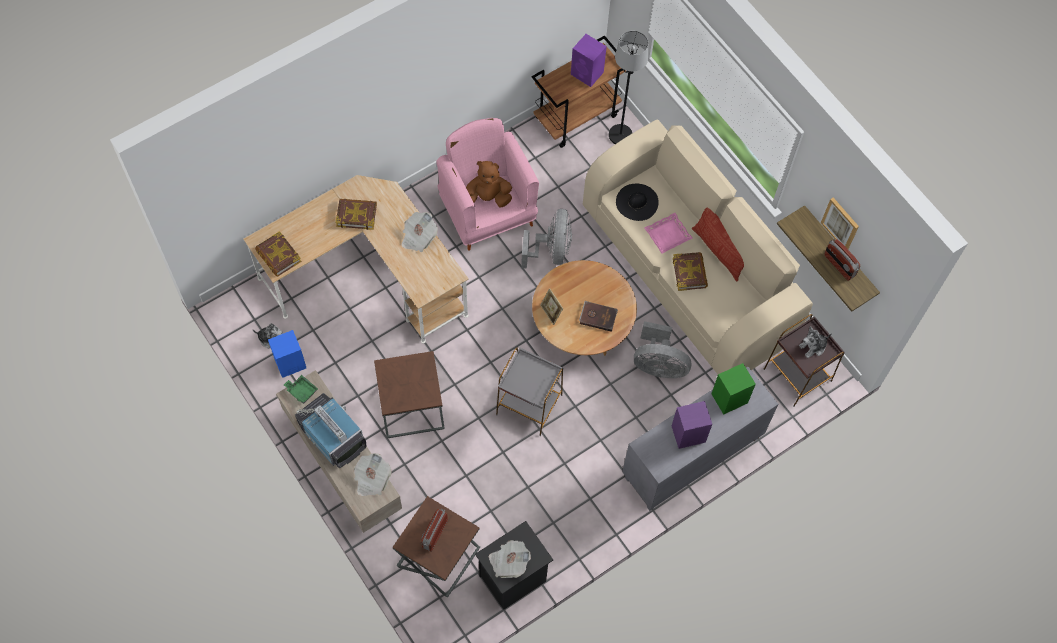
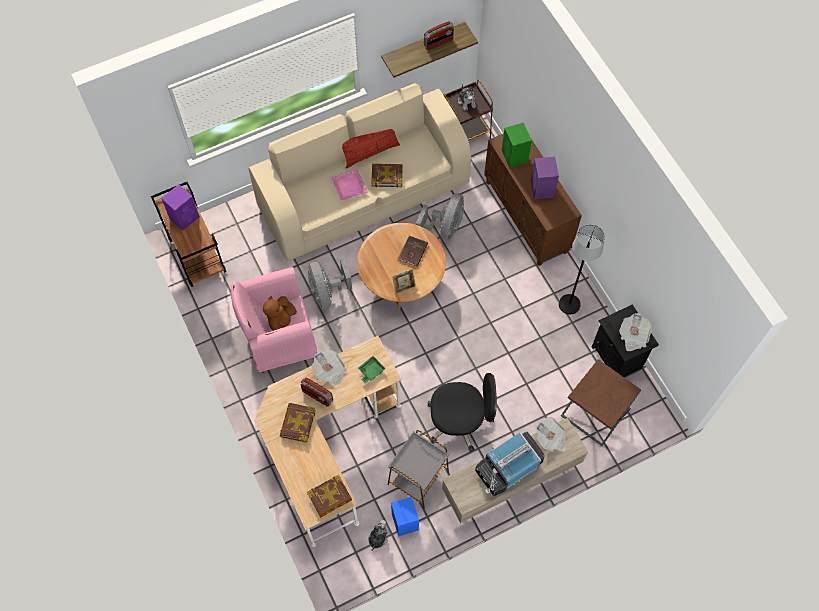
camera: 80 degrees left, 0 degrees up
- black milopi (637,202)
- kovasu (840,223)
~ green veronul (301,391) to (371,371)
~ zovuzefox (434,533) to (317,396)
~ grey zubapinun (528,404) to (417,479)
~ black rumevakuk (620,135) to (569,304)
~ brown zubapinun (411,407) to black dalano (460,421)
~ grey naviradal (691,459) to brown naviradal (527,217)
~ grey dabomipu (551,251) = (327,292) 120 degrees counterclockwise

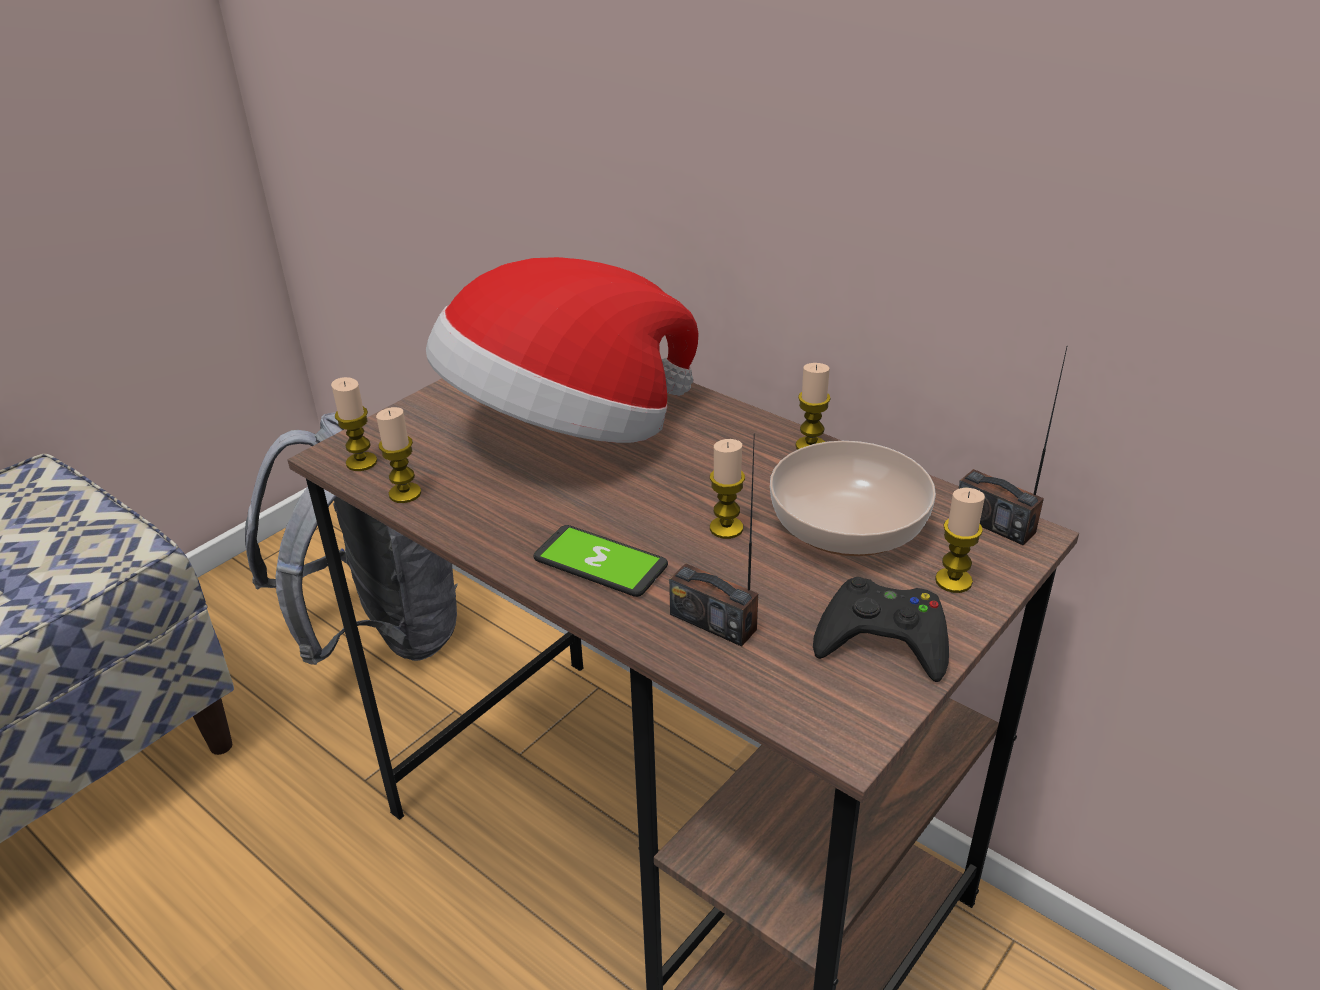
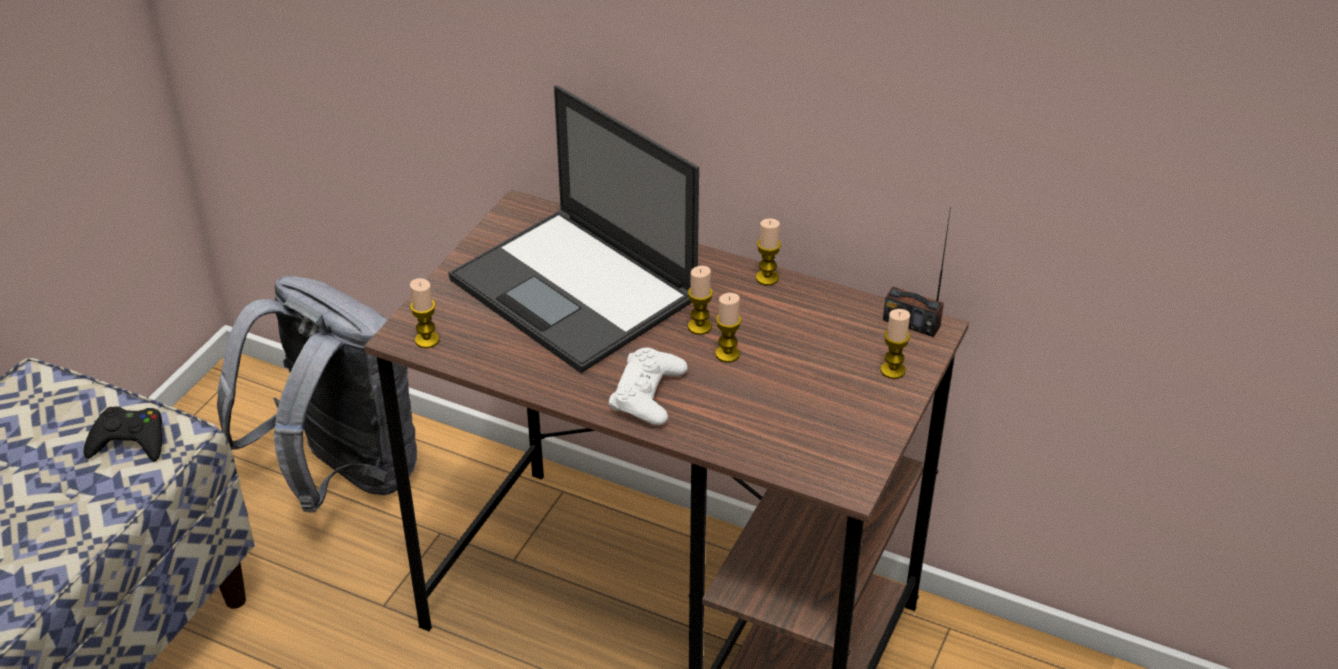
camera: 15 degrees left, 5 degrees up
- zovuzefox (713,621)
- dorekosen (849,527)
~ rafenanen (405,493) to (699,327)
~ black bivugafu (883,639) to (129,441)
~ milopi (567,431) to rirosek (576,290)
~ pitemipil (600,562) to white bivugafu (648,394)

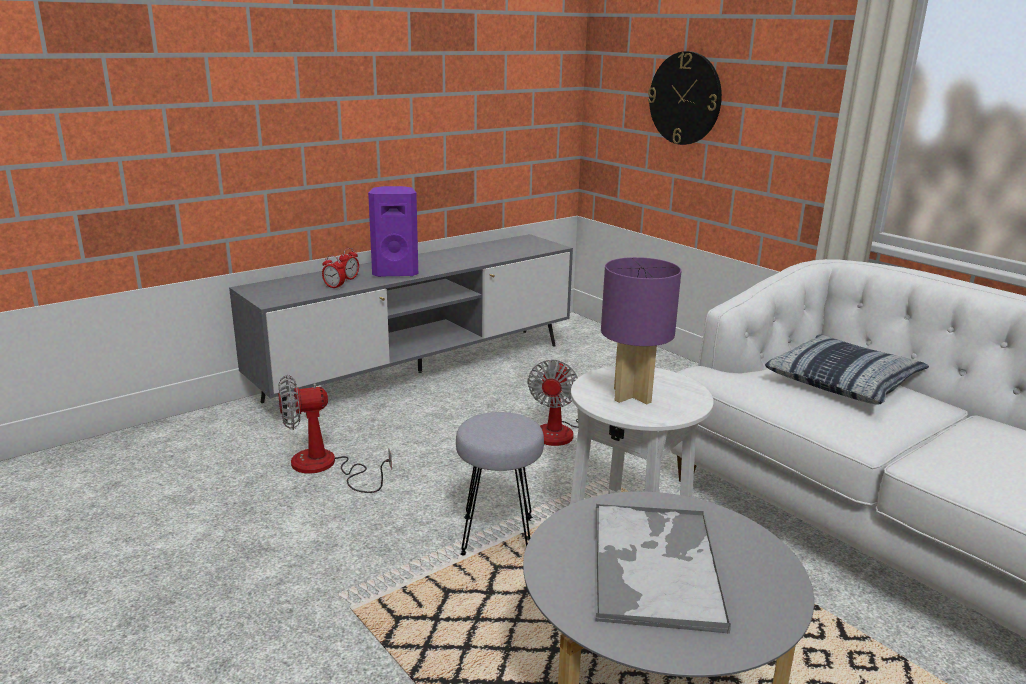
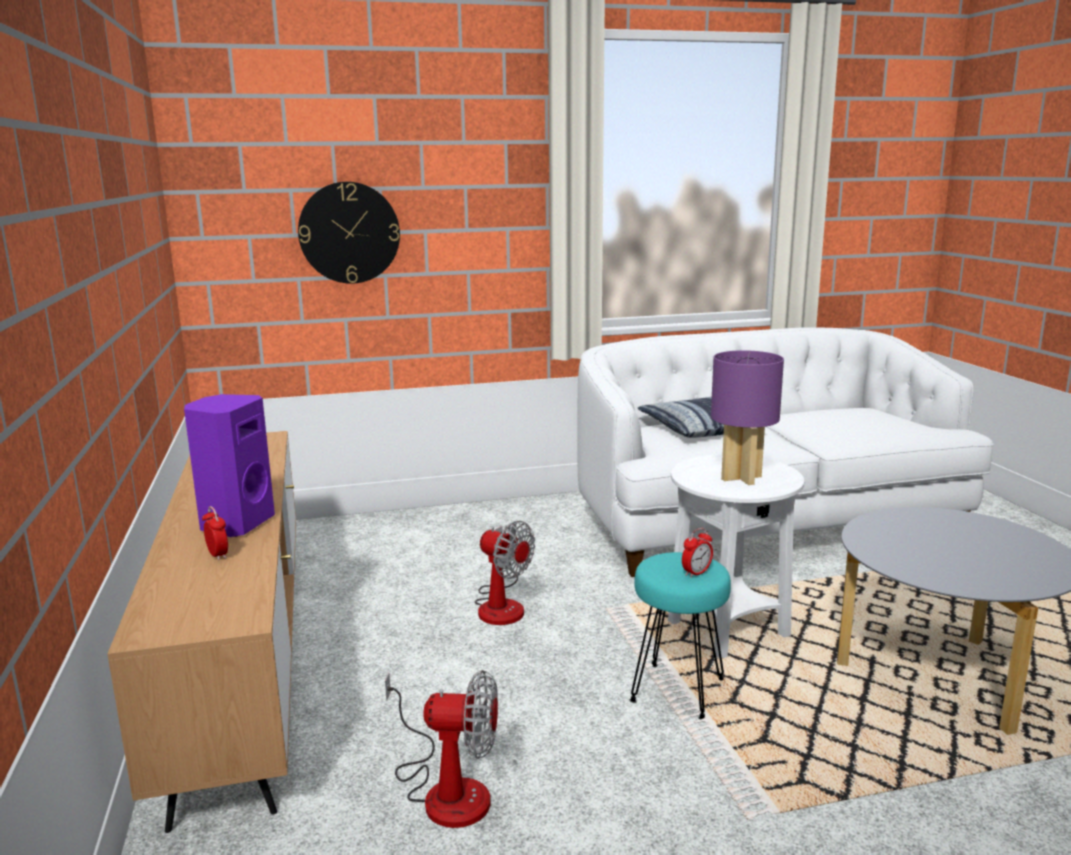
camera: 65 degrees left, 5 degrees down
- veronul (654,564)
~ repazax (334,287) to (696,573)
~ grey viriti (420,372) to brown viriti (244,662)
~ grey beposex (499,537) to turquoise beposex (678,690)
~ dabomipu (325,467) = (446,789) 90 degrees counterclockwise

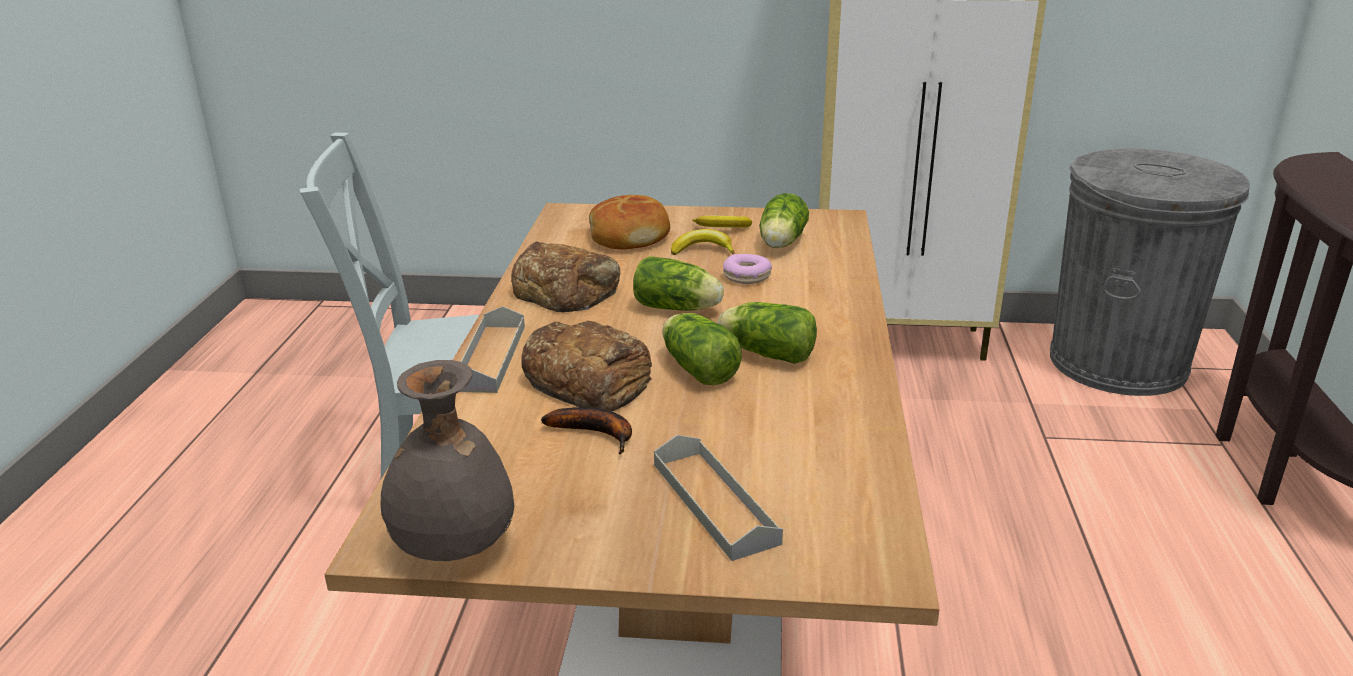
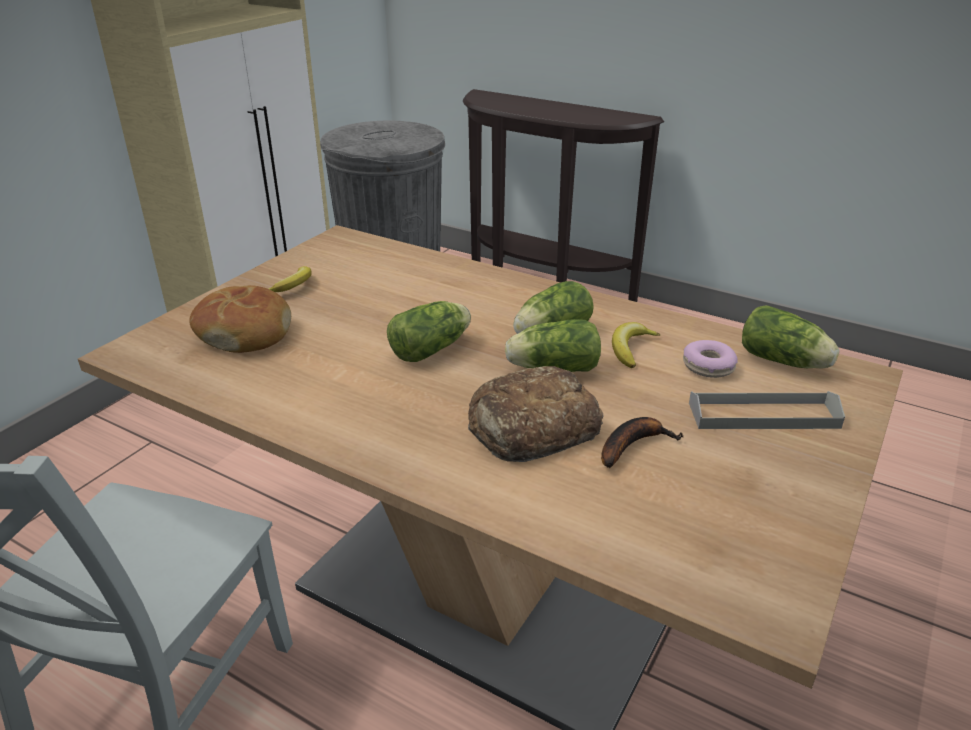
camera: 65 degrees left, 5 degrees up
- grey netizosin (454,549)
- grey veronul (490,357)
- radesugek (566,289)
~ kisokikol (703,250) to (630,349)
~ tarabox (747,276) to (708,366)
~ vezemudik (781,244) to (785,362)

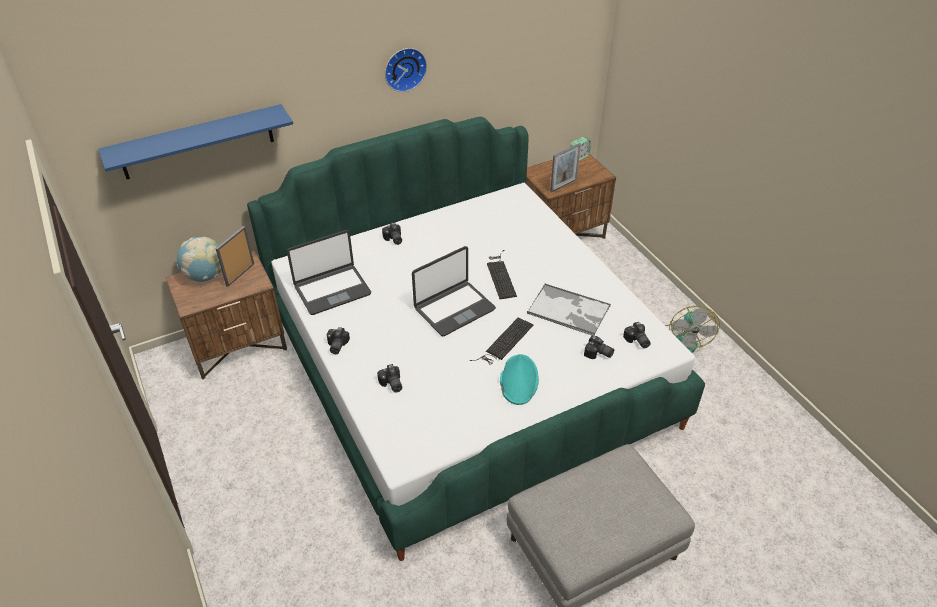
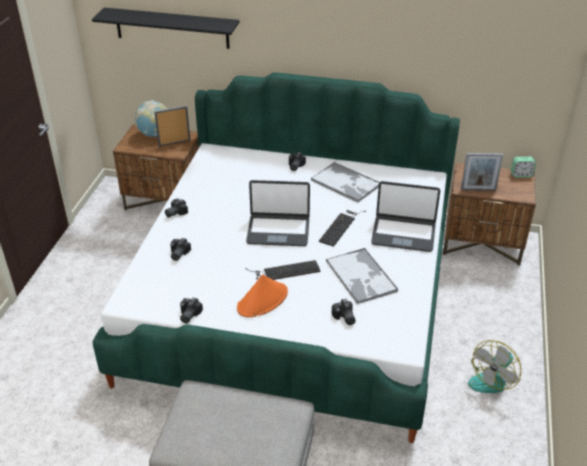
camera: 40 degrees right, 5 degrees down
- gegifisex (404,68)
+ veronul (346,183)
~ rirosek (332,290) to (403,234)
~ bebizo (637,341) to (188,315)
~ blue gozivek (197,142) to black gozivek (172,28)
~ turquoise milopi (518,380) to orange milopi (263,300)

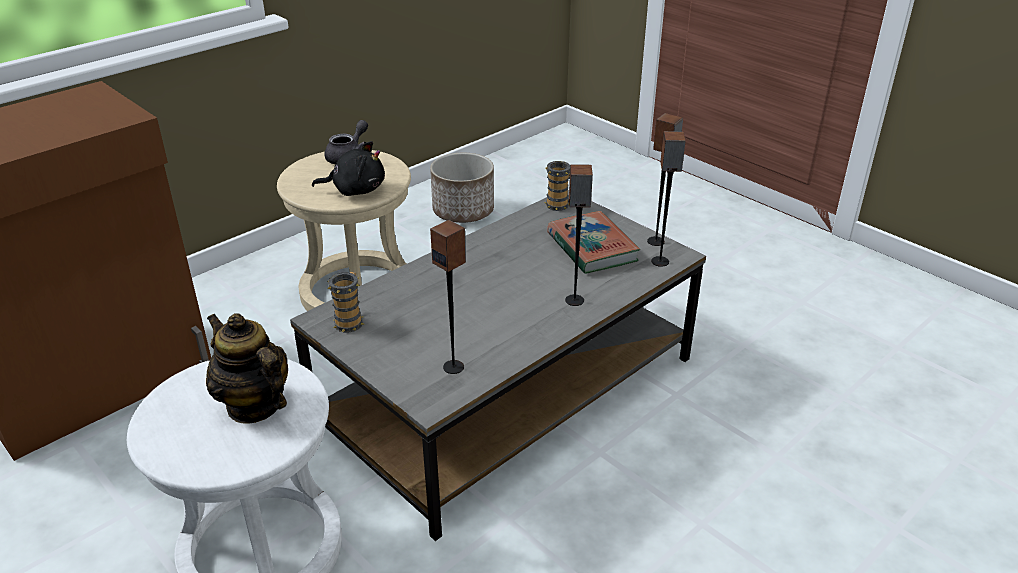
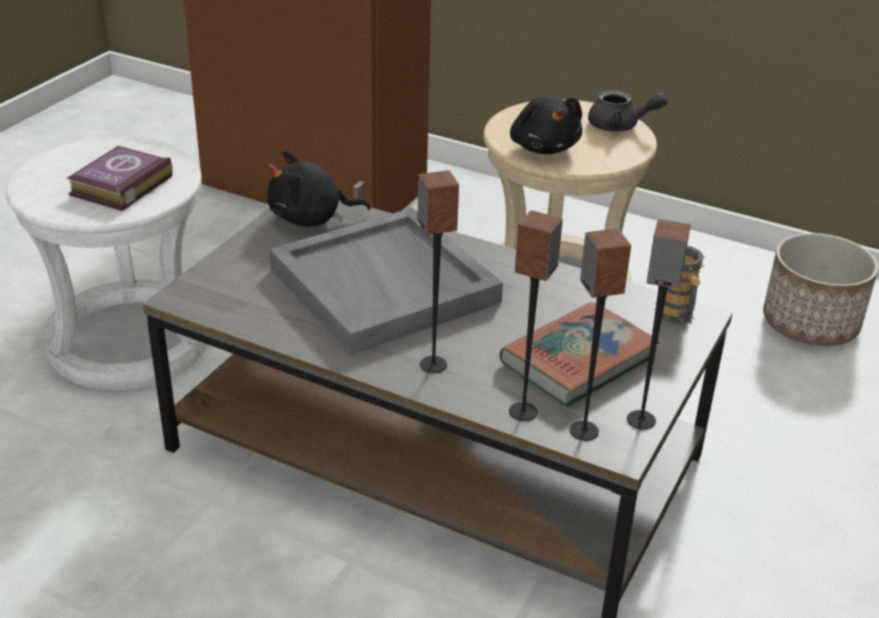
camera: 70 degrees right, 0 degrees up
+ grey veronul (386,286)
~ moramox (454,367) to (523,412)
~ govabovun (254,405) to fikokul (118,186)
~ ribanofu (350,320) to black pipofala (311,218)

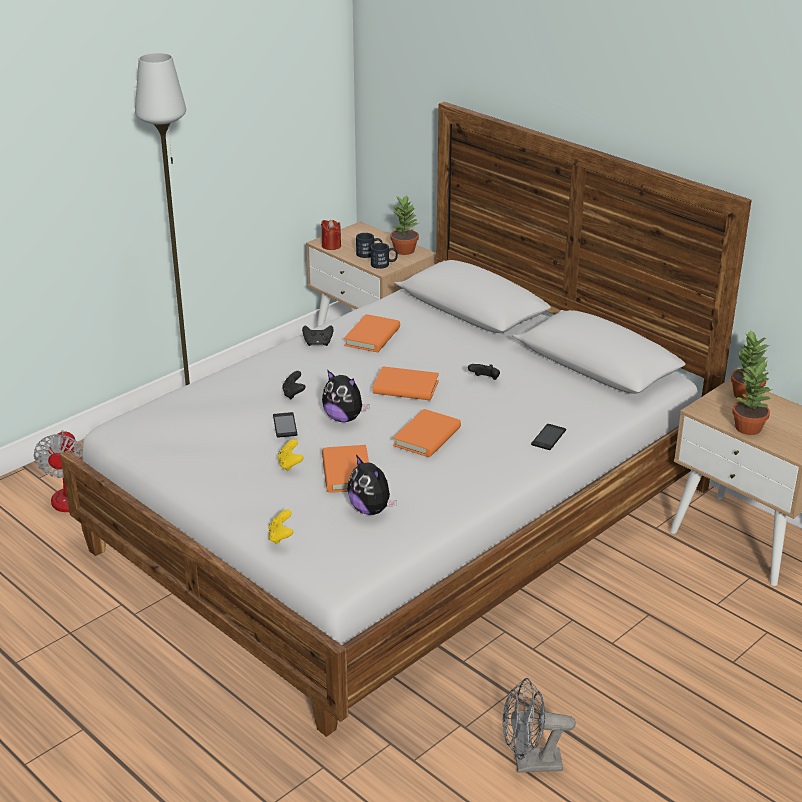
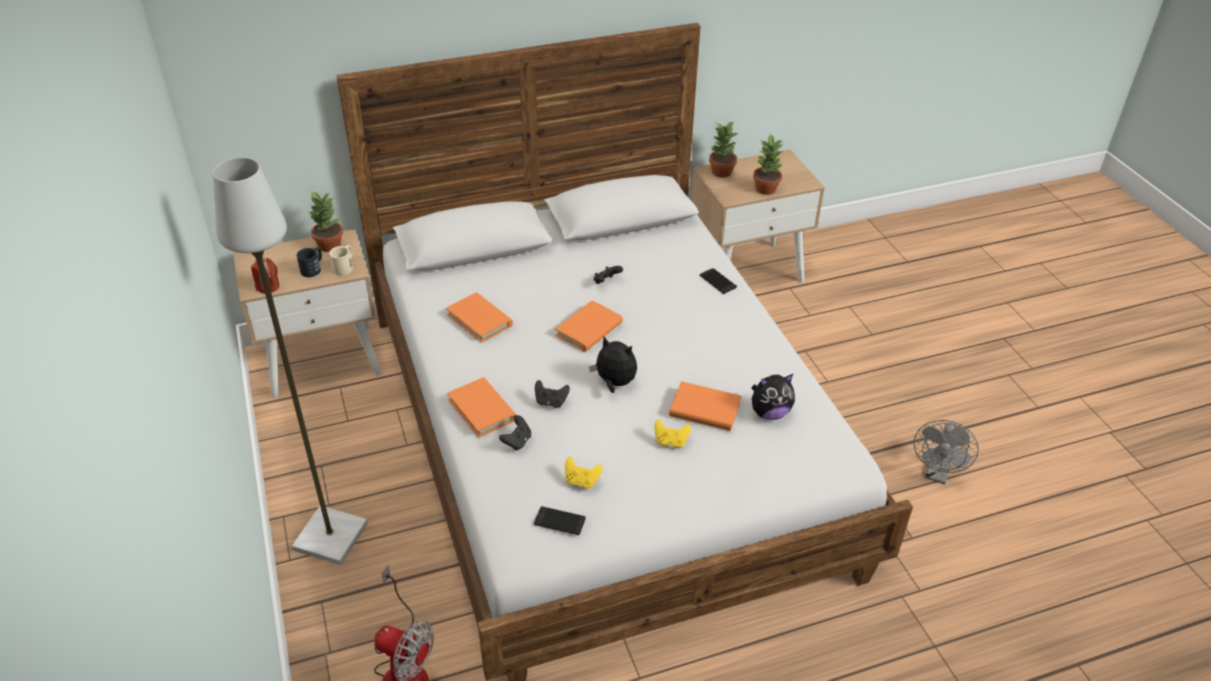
camera: 65 degrees left, 10 degrees up
~ yellow bivugafu (281,537) to (581,481)
~ pitemipil (285,425) to (559,521)
~ black bivugafu (318,343) to (517,441)
~ orange fikokul (427,437) to (482,410)
~ black ribanofu (384,264) to beige ribanofu (345,266)
~ pipofala (344,418) = (614,383) 120 degrees counterclockwise

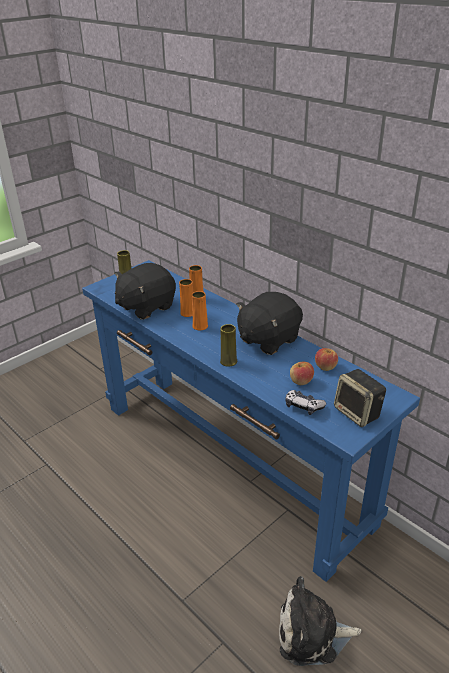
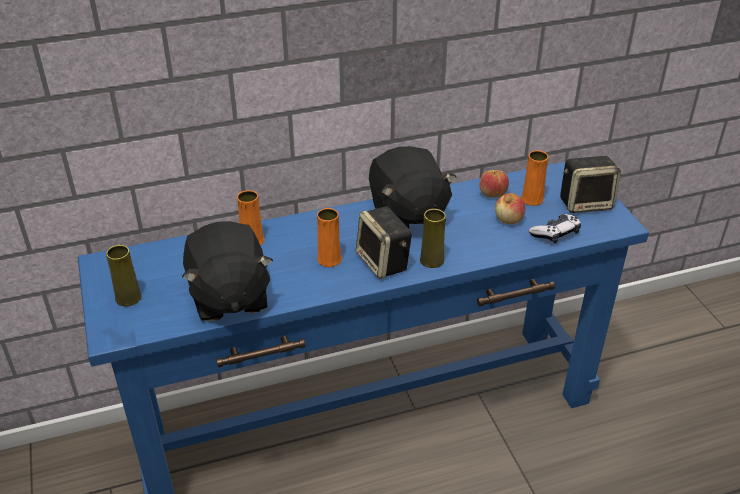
camera: 65 degrees left, 5 degrees up
- pipofala (312,634)
+ moramox (384,262)
~ orange netizosin (187,313) to (532,199)

